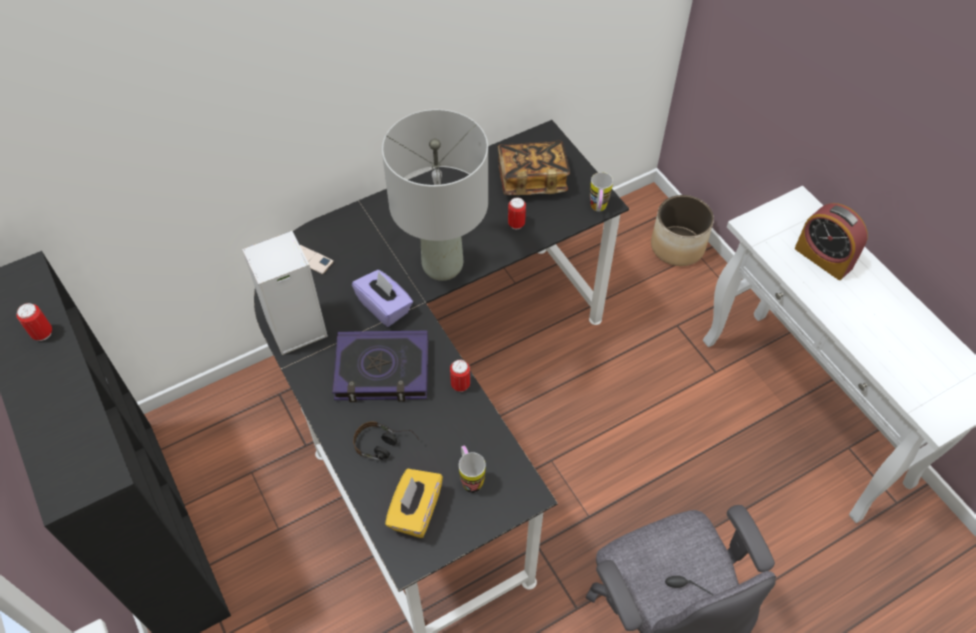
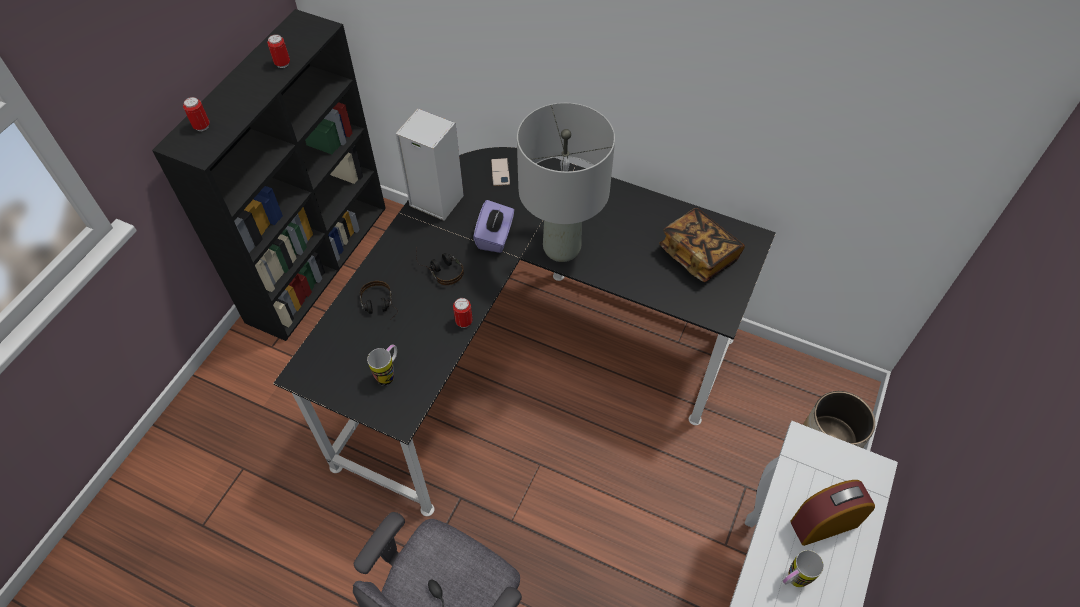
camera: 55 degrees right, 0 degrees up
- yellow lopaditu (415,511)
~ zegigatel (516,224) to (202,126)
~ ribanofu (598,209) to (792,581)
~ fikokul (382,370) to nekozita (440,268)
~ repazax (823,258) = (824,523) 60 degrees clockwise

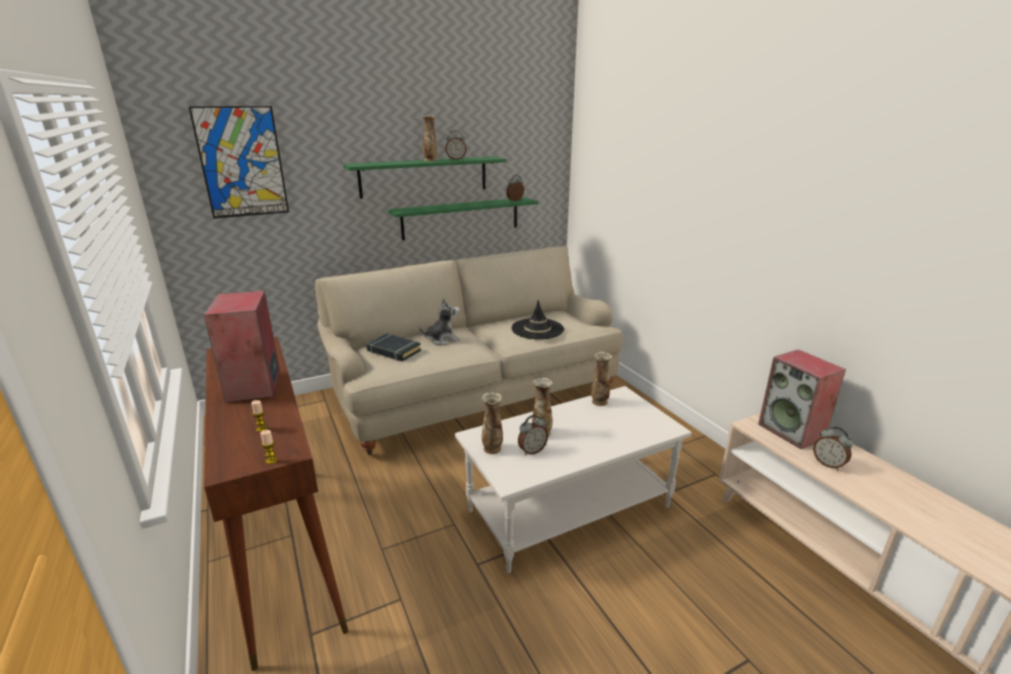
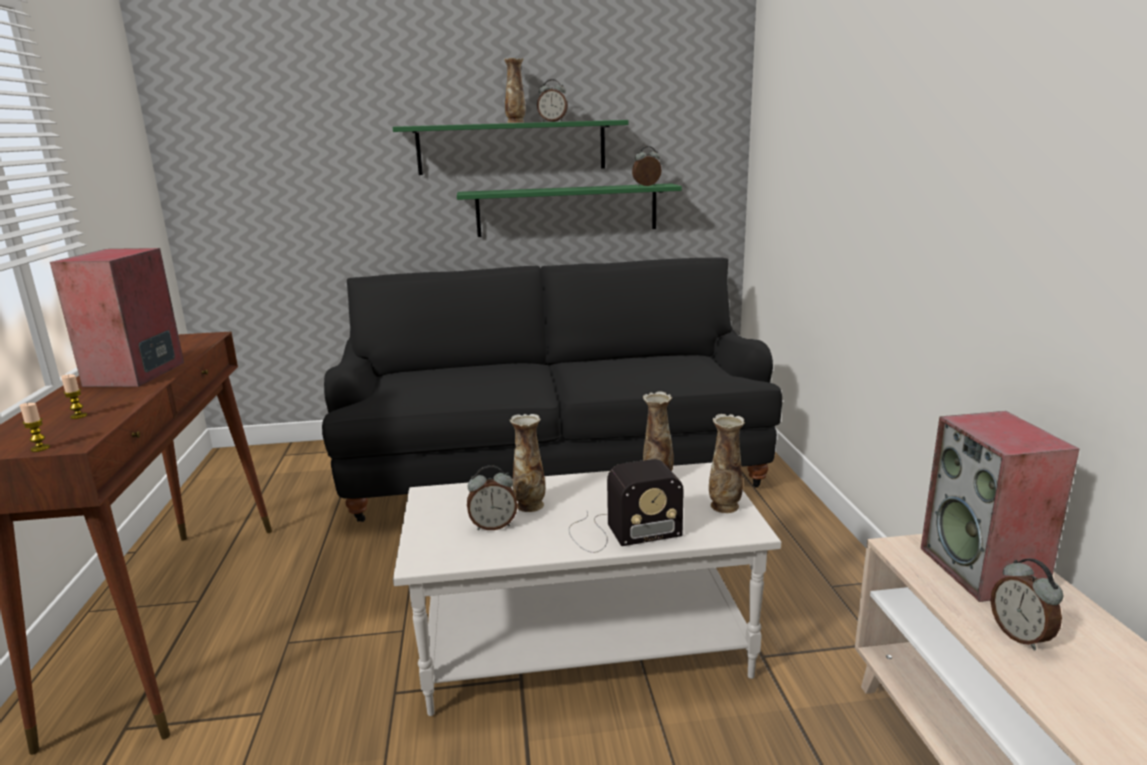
camera: 20 degrees right, 5 degrees down
- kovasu (242,162)
- black fikokul (393,351)
- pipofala (442,339)
- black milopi (537,329)
+ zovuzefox (620,531)
~ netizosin (492,449) to (724,506)
~ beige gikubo (473,392) to black gikubo (553,465)

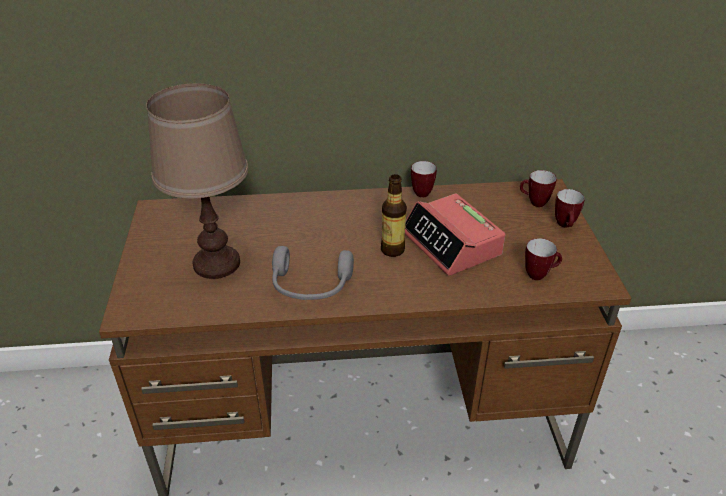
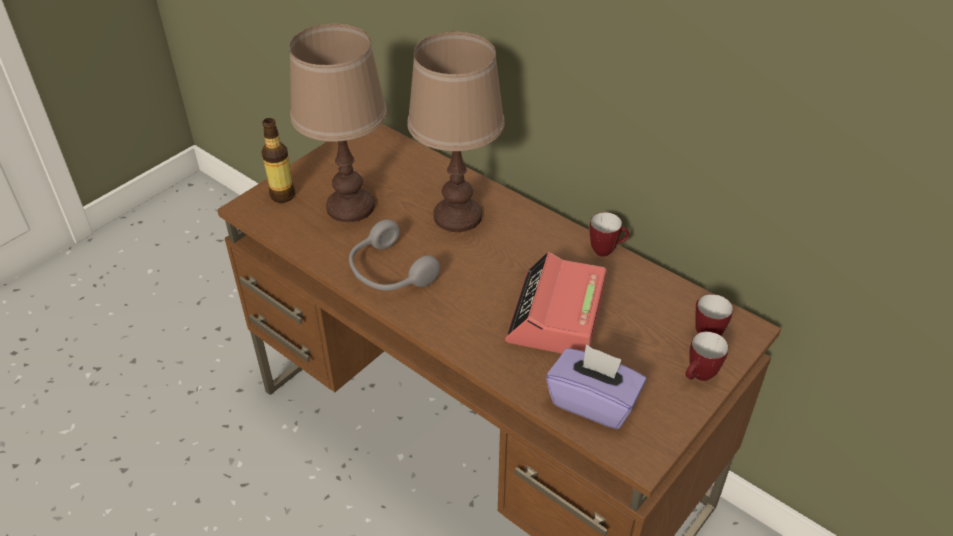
camera: 45 degrees right, 5 degrees up
+ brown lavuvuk (457,216)
~ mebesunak (392,250) to (282,195)
~ ribanofu (539,274) to purple lopaditu (593,402)

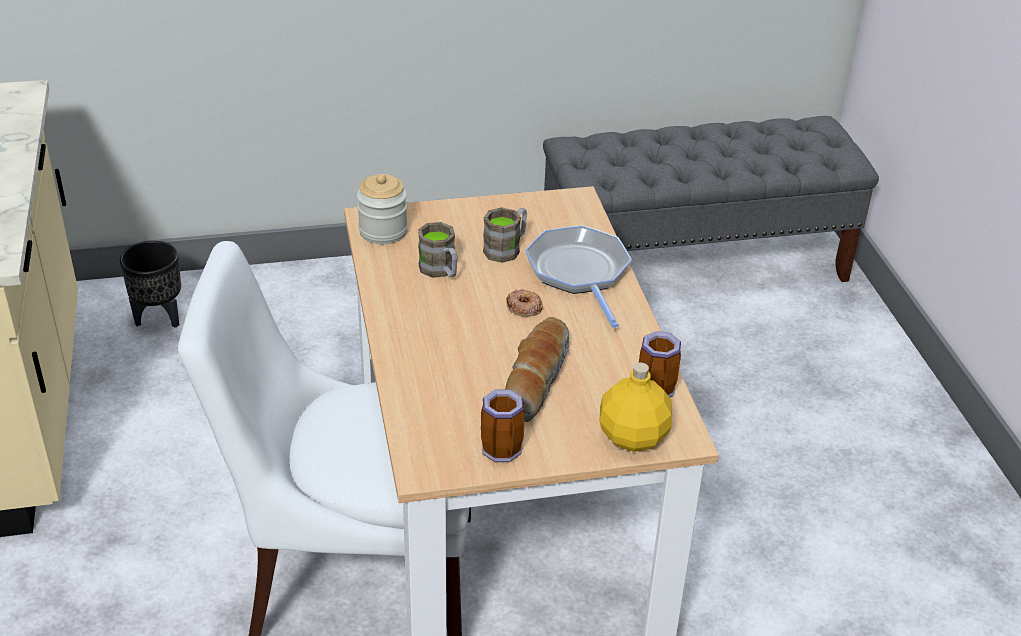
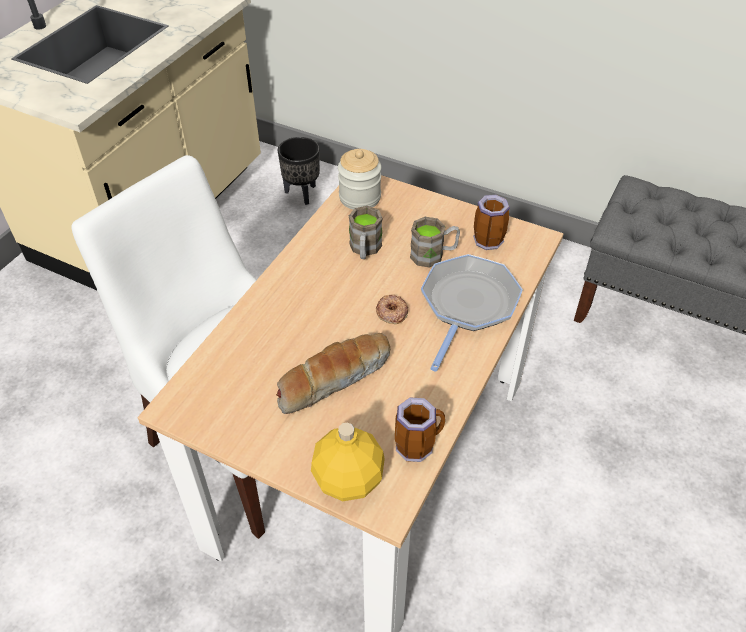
camera: 40 degrees right, 10 degrees up
~ ribanofu (498,447) to (487,238)

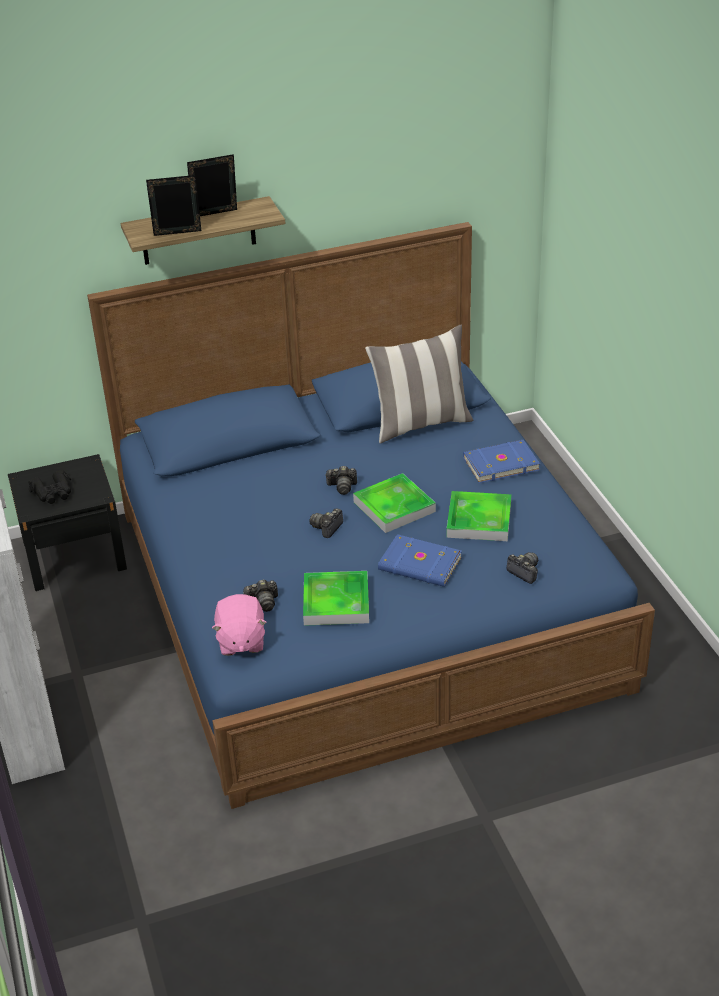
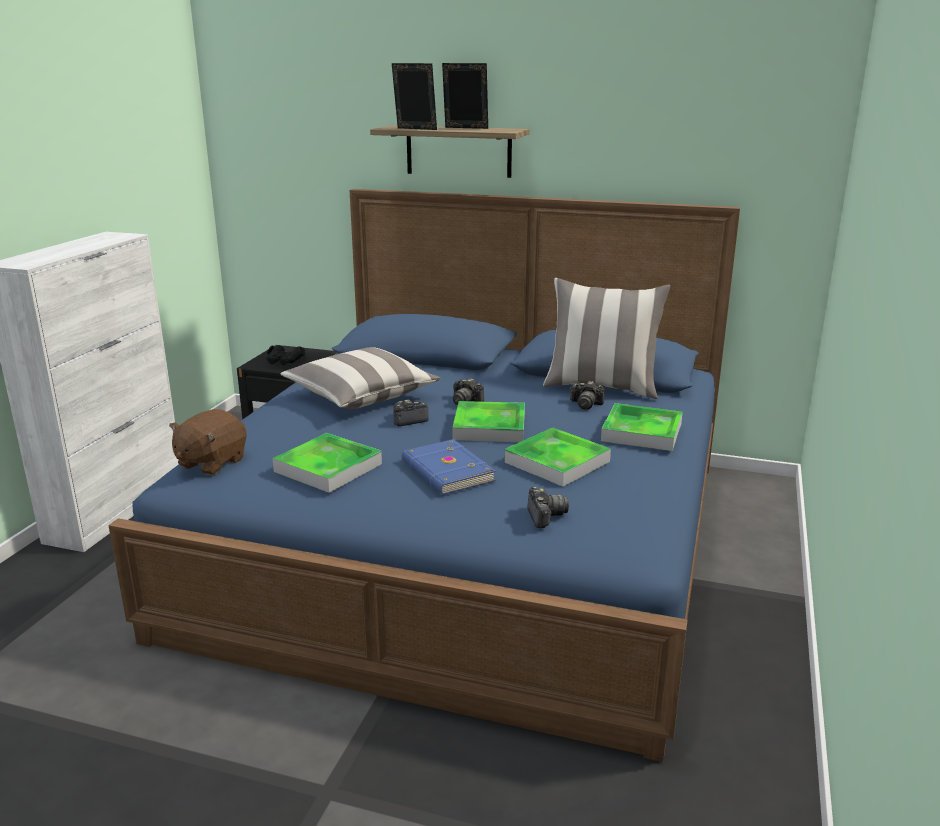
camera: 35 degrees right, 15 degrees down
+ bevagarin (361,396)
~ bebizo (263,602) to (586,404)
~ blue fikokul (500,463) to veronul (641,432)
~ pink pipofala (240,641) to brown pipofala (211,463)

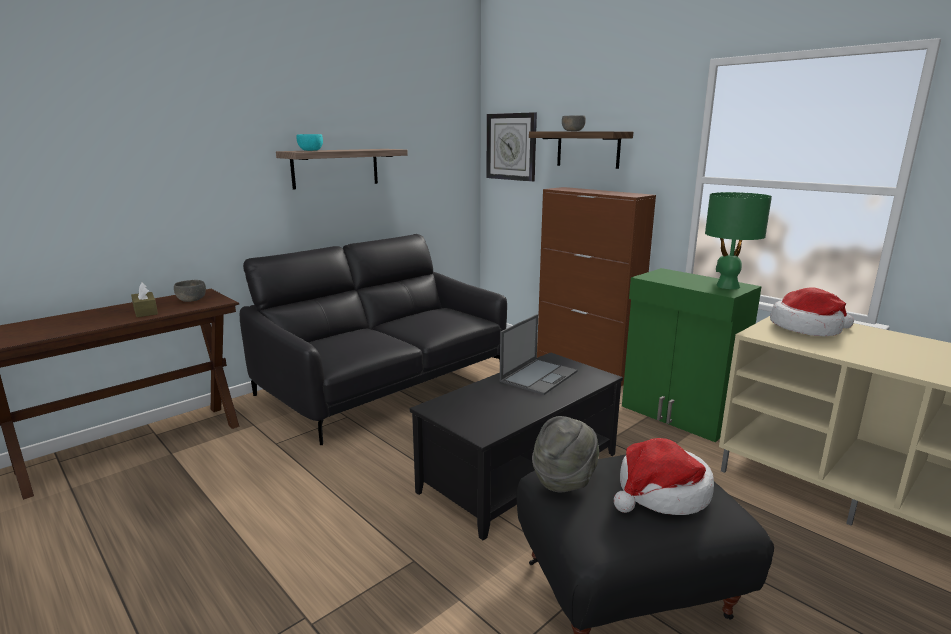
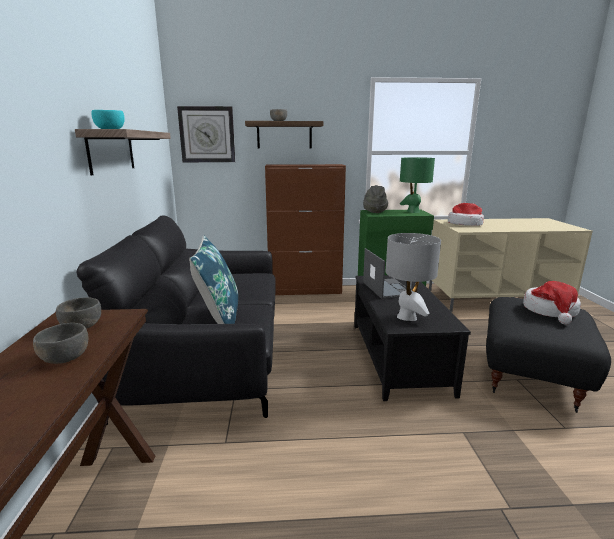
camera: 50 degrees left, 0 degrees up
+ blue bevagarin (219,319)
+ grey lavuvuk (407,317)
~ grey milopi (564,478) to (374,211)
~ brown lopaditu (145,311) to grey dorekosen (64,357)

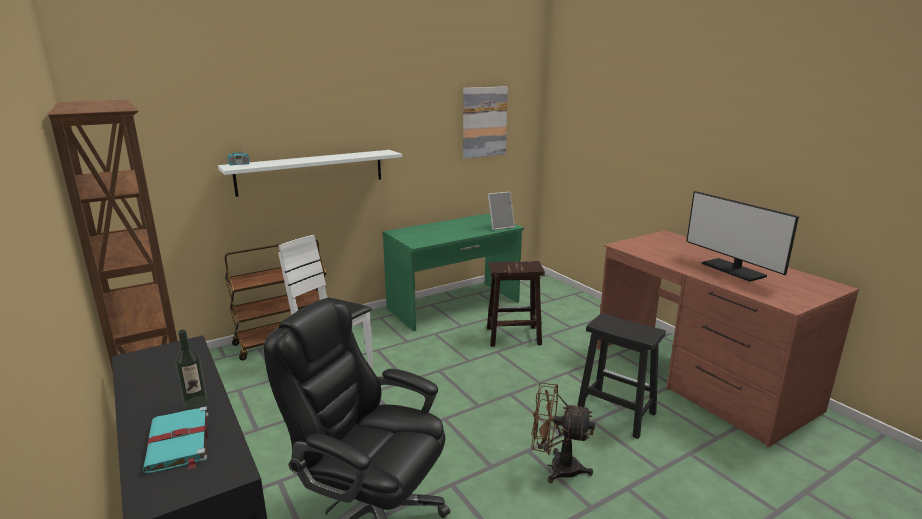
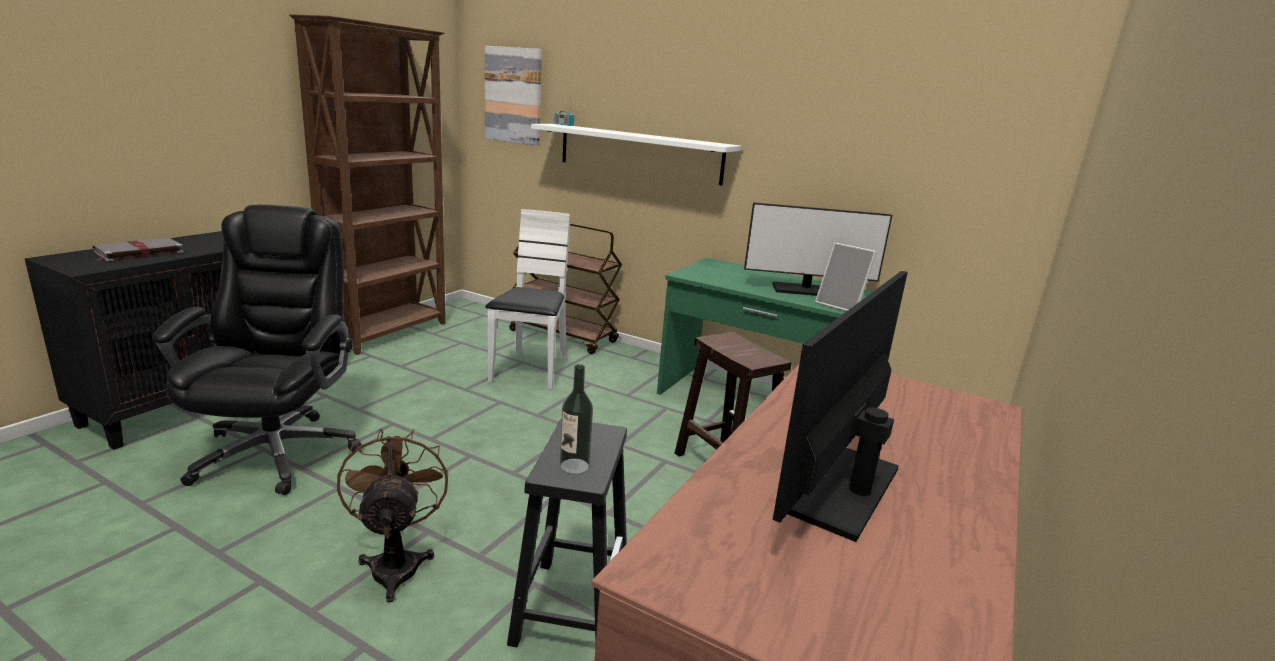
camera: 60 degrees right, 0 degrees up
+ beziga (806,290)
~ mebesunak (195,402) to (574,466)
~ kovasu (484,122) to (513,95)
~ turquoise fikokul (178,443) to grey fikokul (137,252)

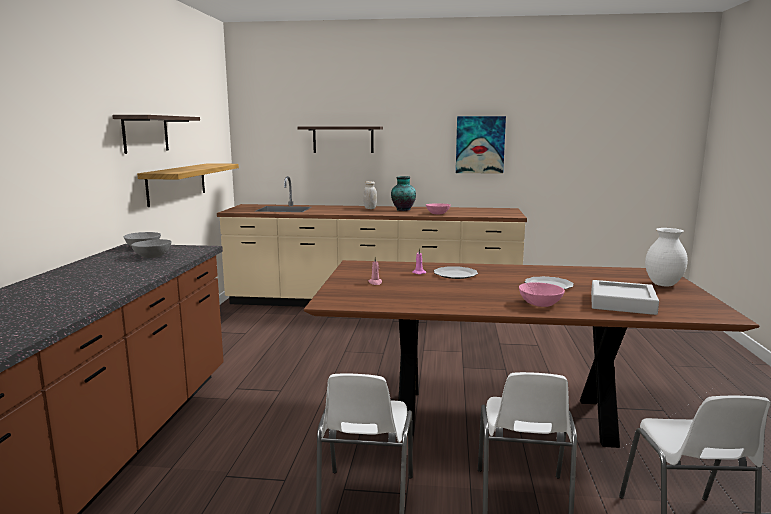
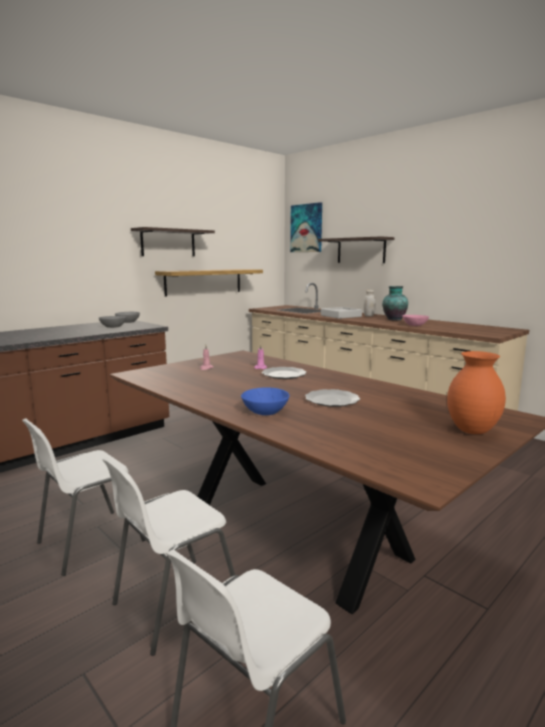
camera: 40 degrees right, 0 degrees up
~ kovasu (480,145) to (306,228)
~ grey veronul (622,303) to (341,316)
~ pink dorekosen (540,304) to blue dorekosen (266,411)
~ white netizosin (663,285) to orange netizosin (471,431)

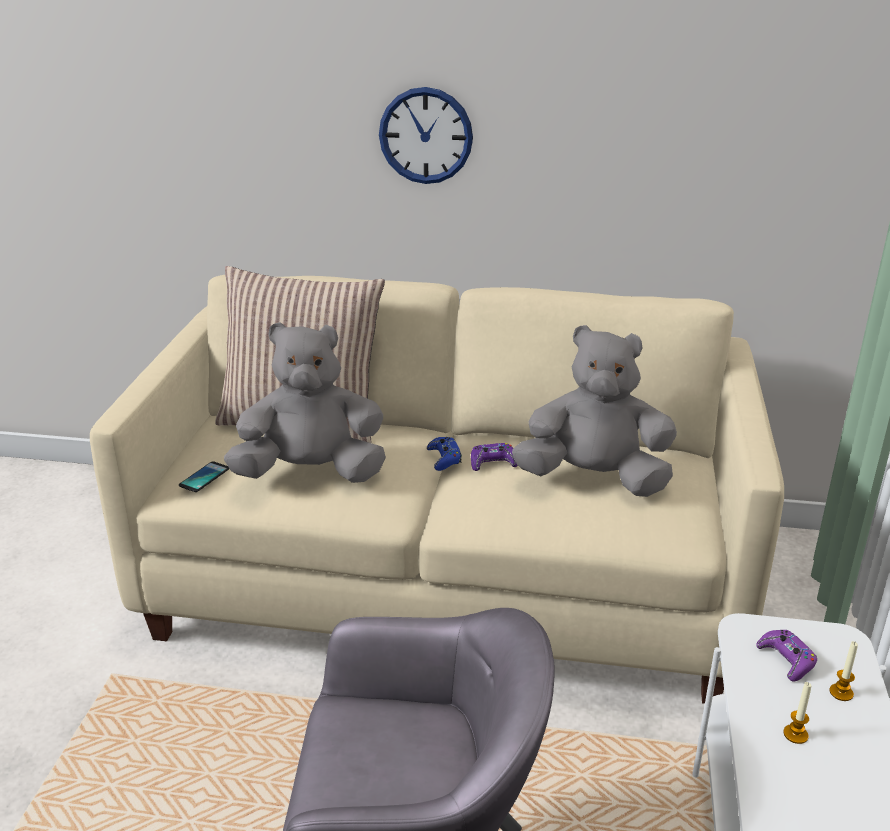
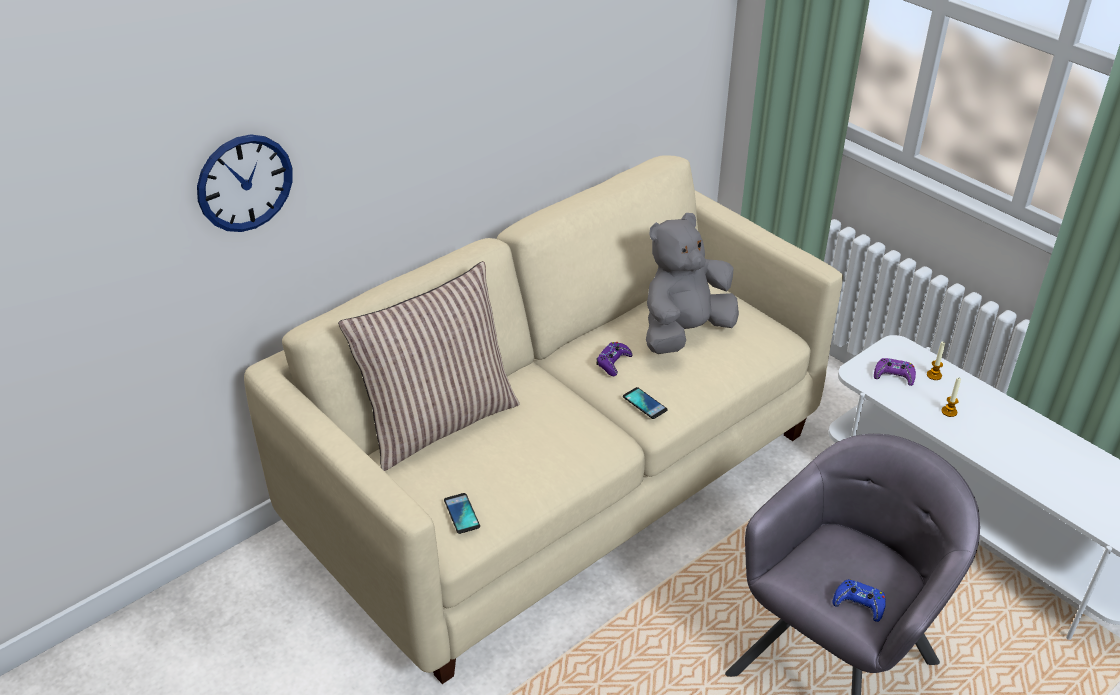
camera: 50 degrees left, 10 degrees up
- grey pipofala (311,473)
+ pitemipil (644,403)
~ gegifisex (426,136) to (245,183)
~ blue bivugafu (444,458) to (859,604)

